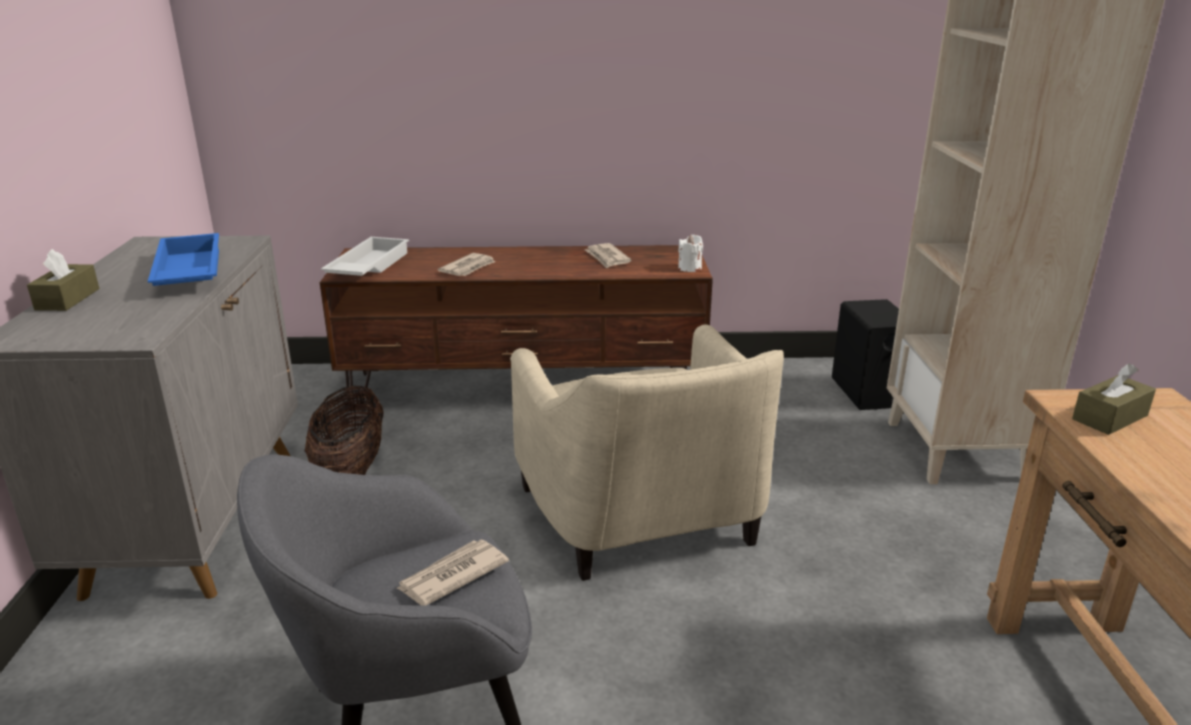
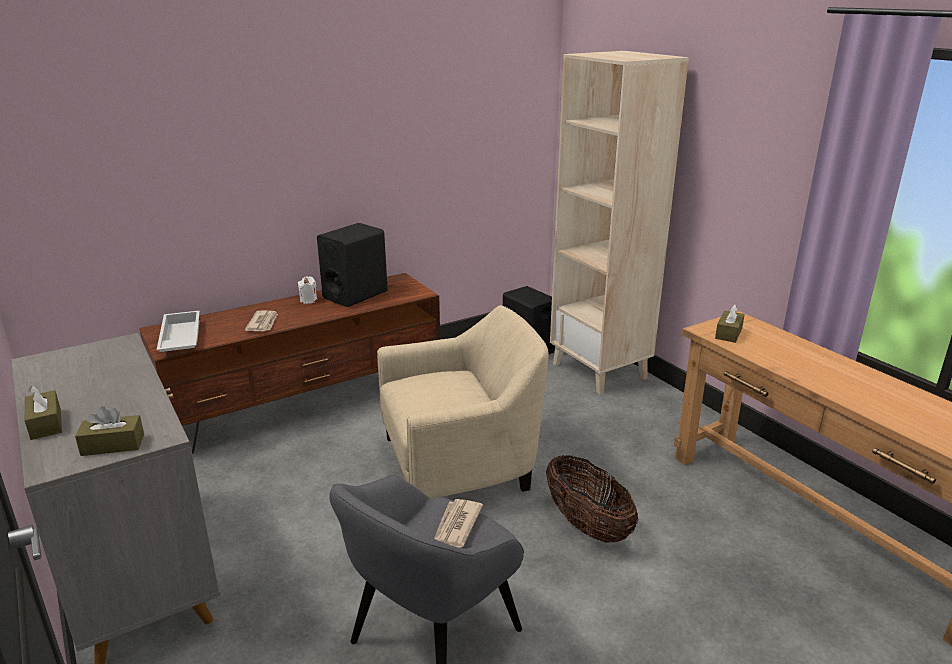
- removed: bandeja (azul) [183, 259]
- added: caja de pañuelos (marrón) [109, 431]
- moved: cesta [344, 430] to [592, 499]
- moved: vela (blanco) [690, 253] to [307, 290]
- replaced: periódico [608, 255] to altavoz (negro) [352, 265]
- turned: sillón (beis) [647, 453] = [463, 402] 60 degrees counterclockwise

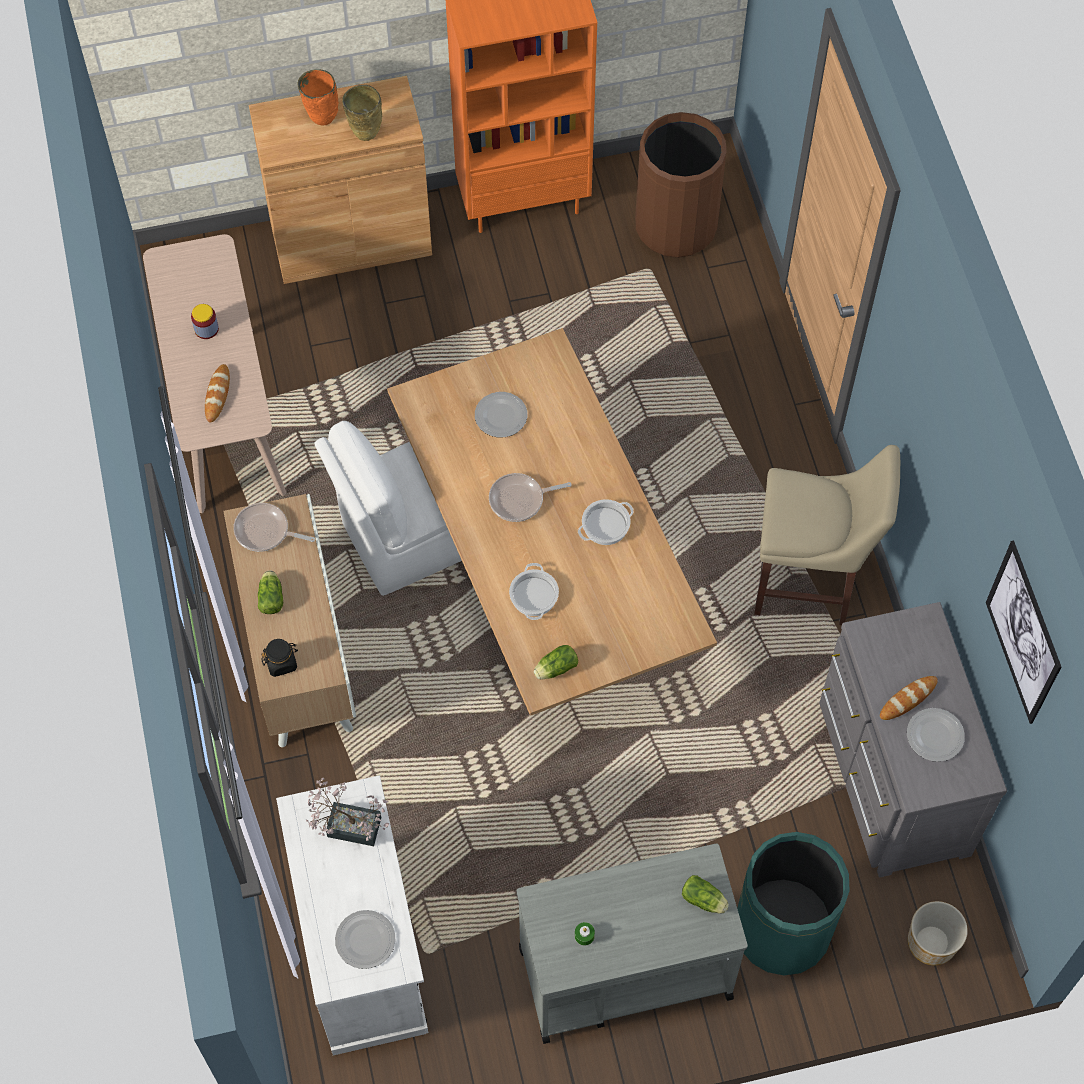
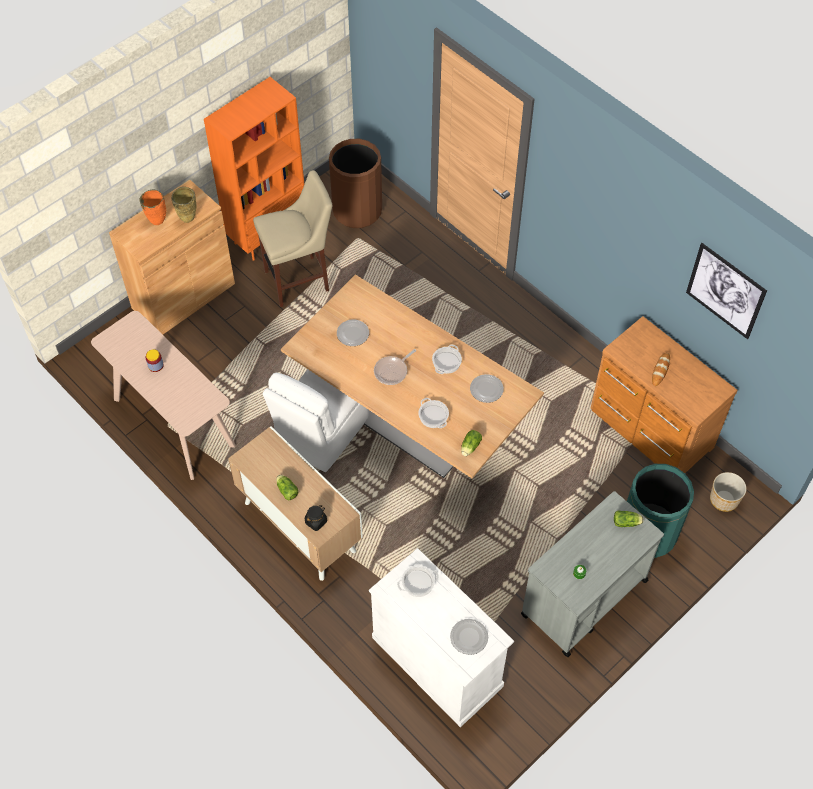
- removed: pan [217, 393]
- removed: sartén [274, 527]
- moved: taburete (beis) [827, 535] to [293, 238]
- moved: plato [936, 735] to [487, 388]
- replaced: planta en maceta [347, 812] to olla [418, 581]
- recoloured: cómoda (gris) [913, 739] to cómoda (marrón) [664, 394]

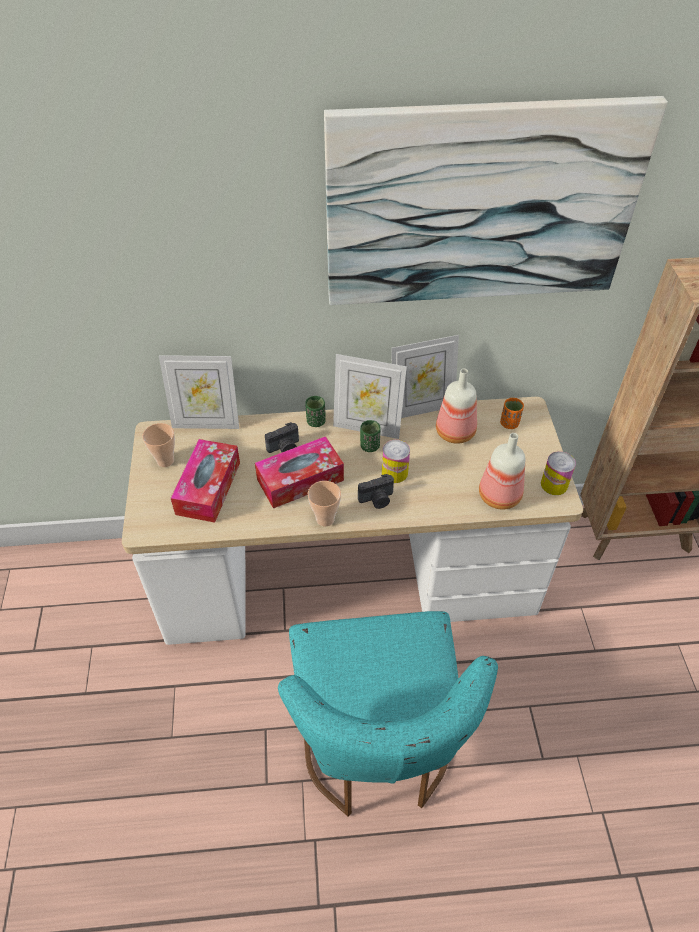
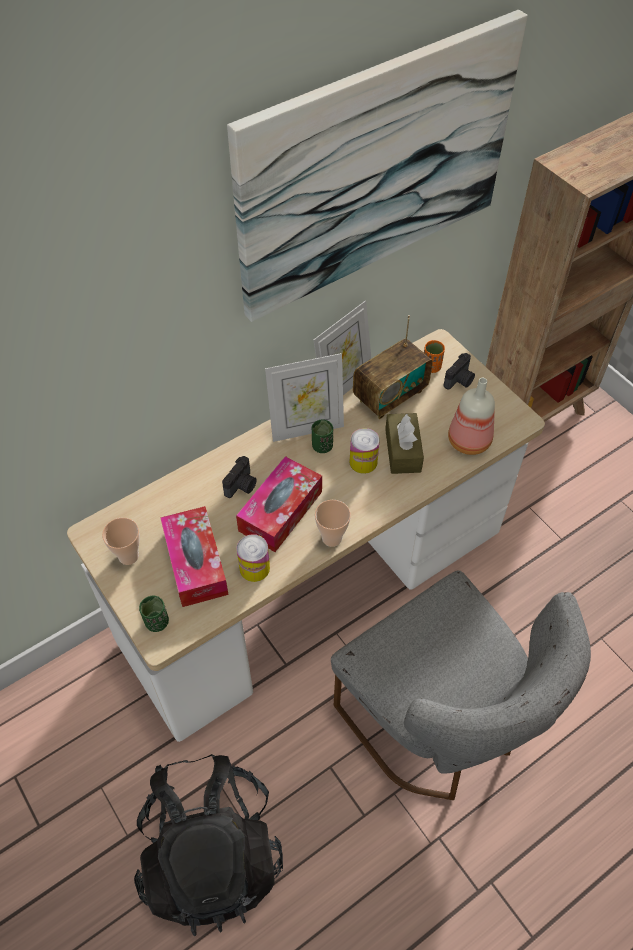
- removed: portarretratos [199, 392]
- added: mochila (negro) [208, 845]
- added: caja de pañuelos (marrón) [404, 443]
- moved: taza (verde) [315, 411] to [154, 614]
- moved: cámara [376, 491] to [459, 371]
- moved: lata [558, 473] to [253, 558]
- replaced: botella [456, 406] to radio [393, 367]
- recoloured: silla (turquesa) [388, 713] to silla (gris) [461, 685]

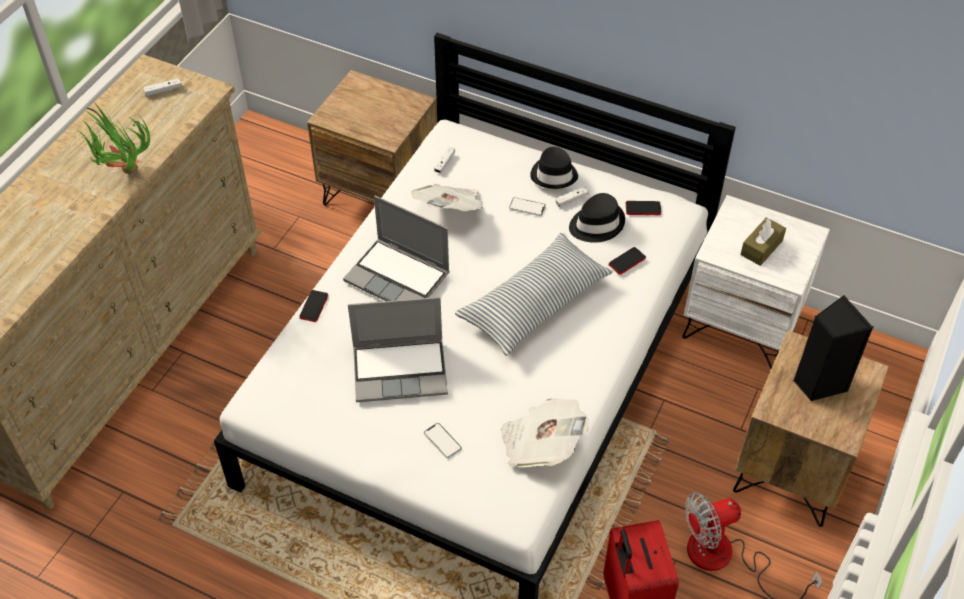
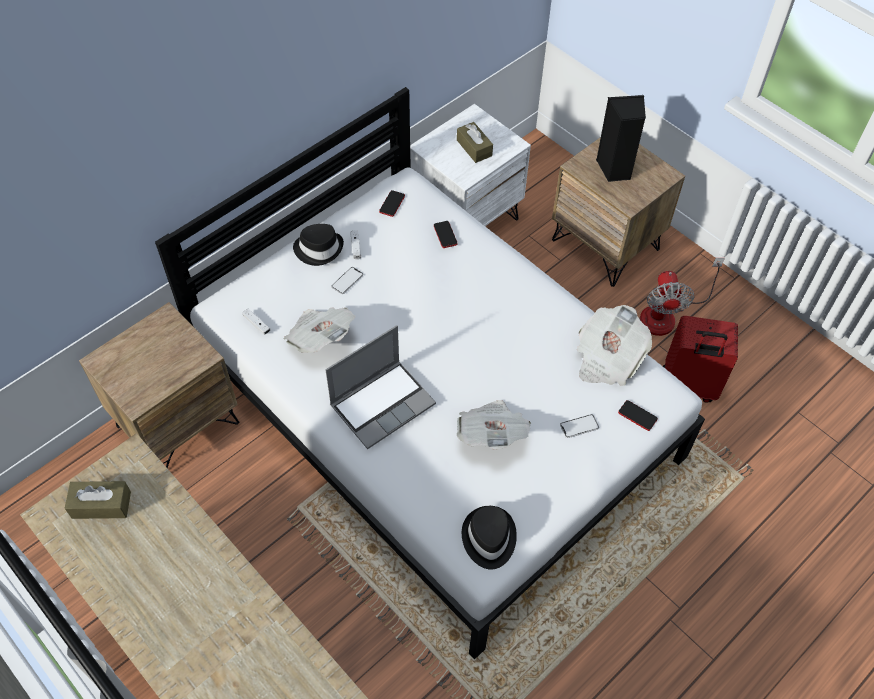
- removed: planta en maceta [113, 138]
- removed: cojín [534, 294]
- moved: móvil [313, 306] to [638, 415]
- moved: sombrero (negro) [597, 218] to [489, 538]
- replaced: mando de consola (blanco) [163, 87] to caja de pañuelos (marrón) [98, 500]
- replaced: portátil [398, 349] to periódico [494, 425]

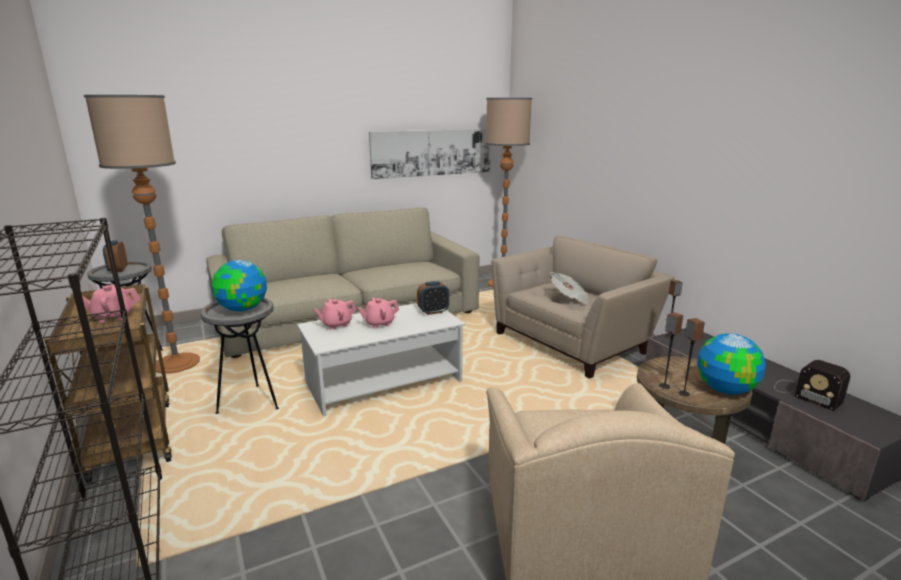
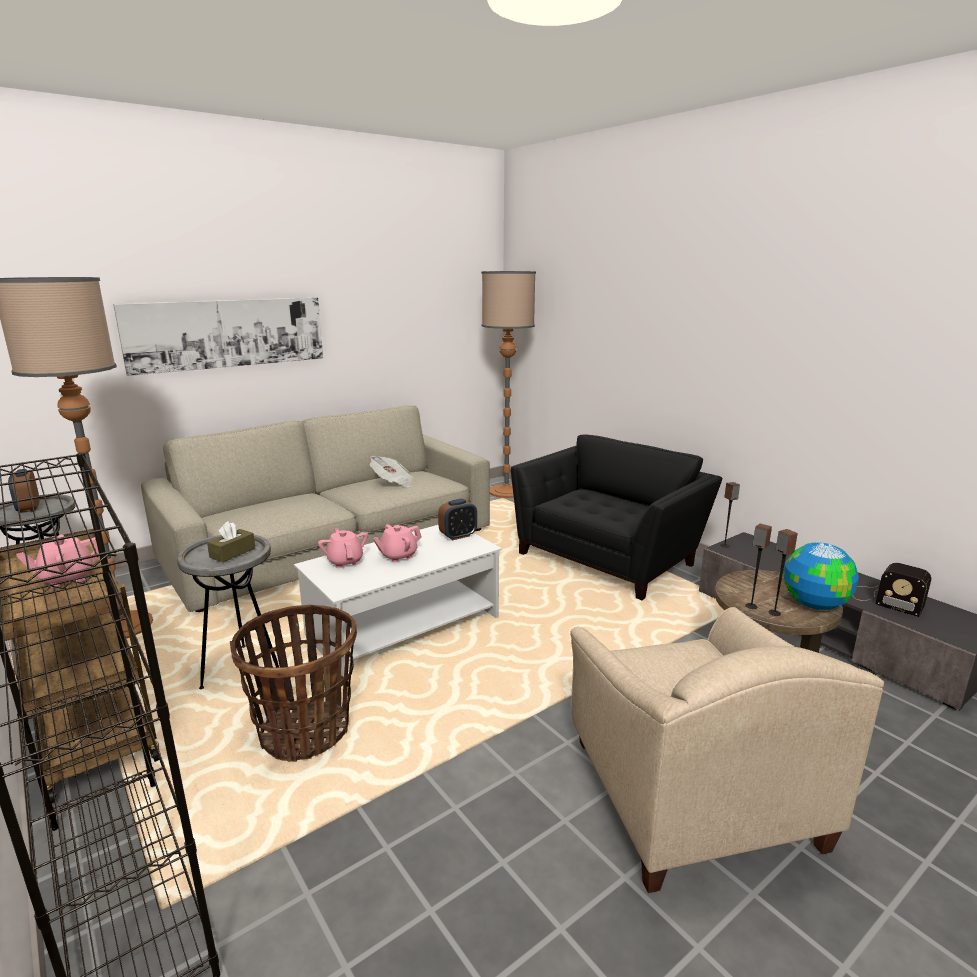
- added: cesta [293, 683]
- moved: cuadro [430, 154] to [218, 336]
- moved: periódico [569, 288] to [392, 471]
- replaced: globo terráqueo [239, 285] to caja de pañuelos (marrón) [231, 541]
- recoloured: sillón (beis) [583, 307] to sillón (negro) [616, 517]
- turned: tetera (rosa) [335, 314] = [343, 548] 105 degrees clockwise

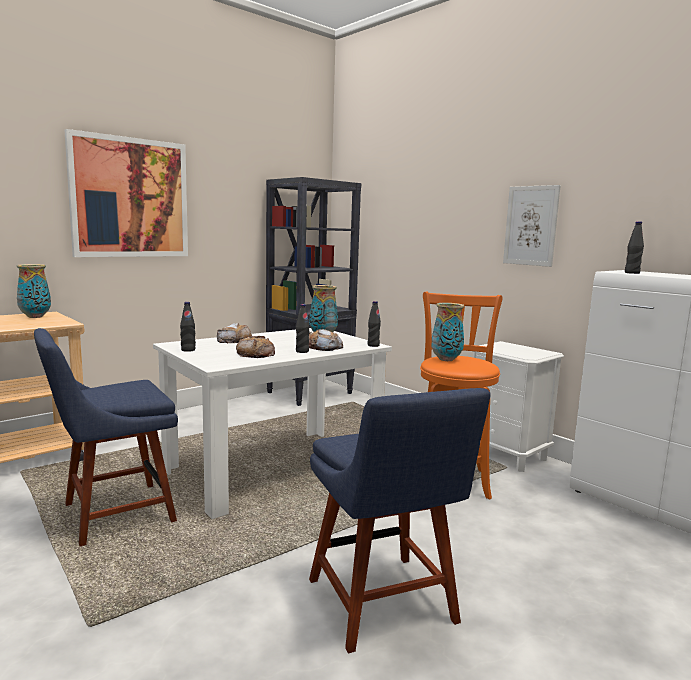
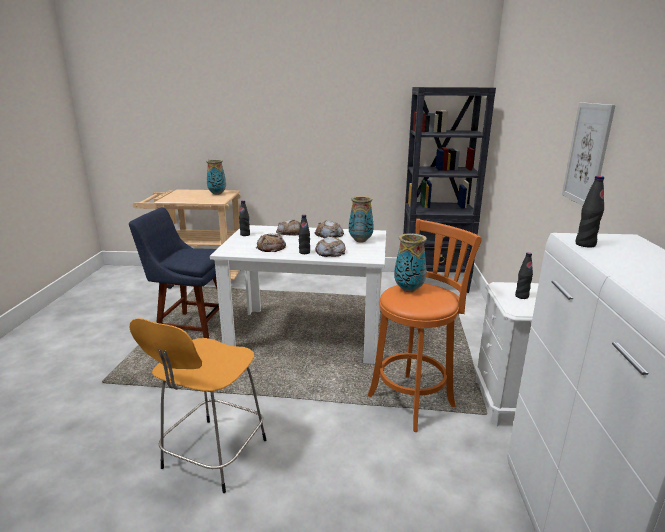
- removed: cuadro [126, 193]
- added: pan [329, 229]
- moved: botella (negro) [374, 324] to [524, 275]
- replaced: silla (azul) [400, 521] to taburete (naranja) [198, 405]

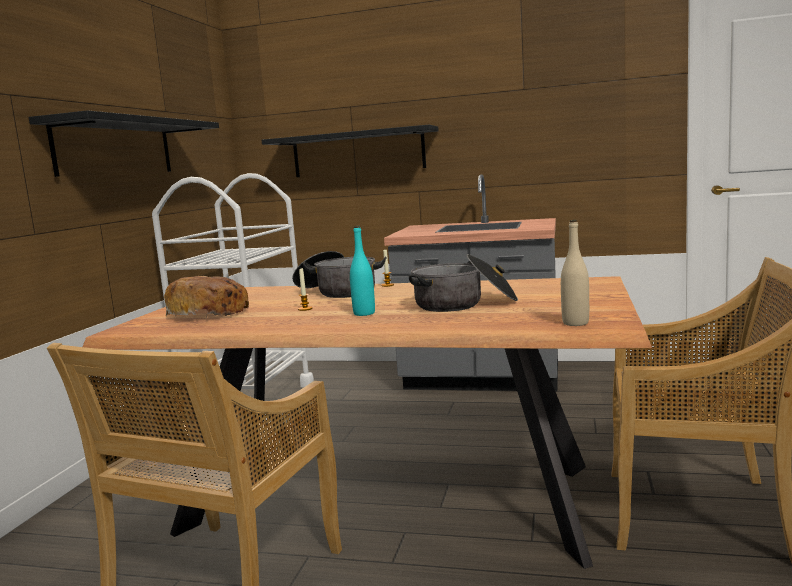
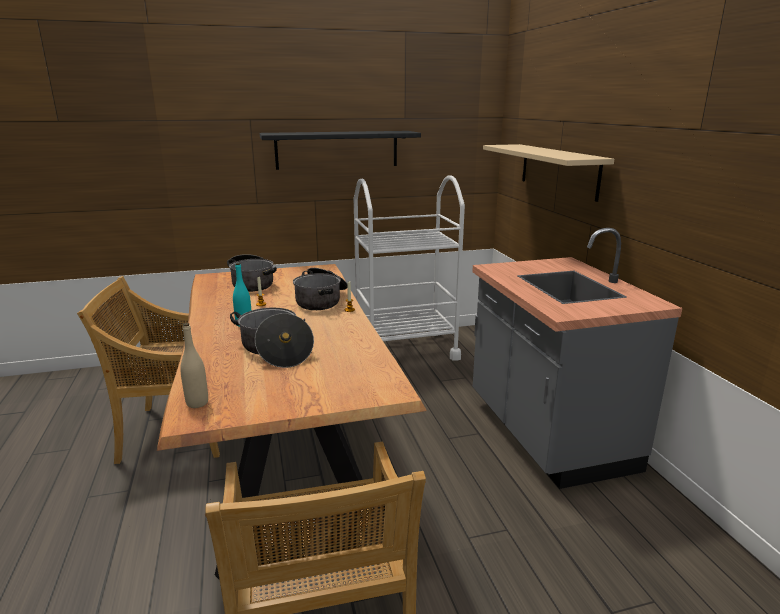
- replaced: pan [206, 297] to olla [252, 273]
- recoloured: estante (negro) [350, 151] to estante (beis) [548, 173]

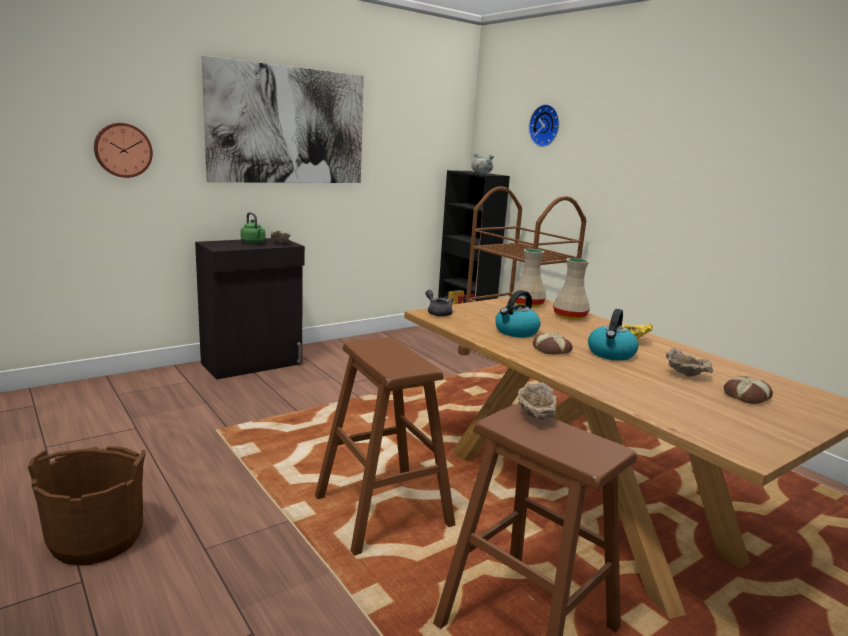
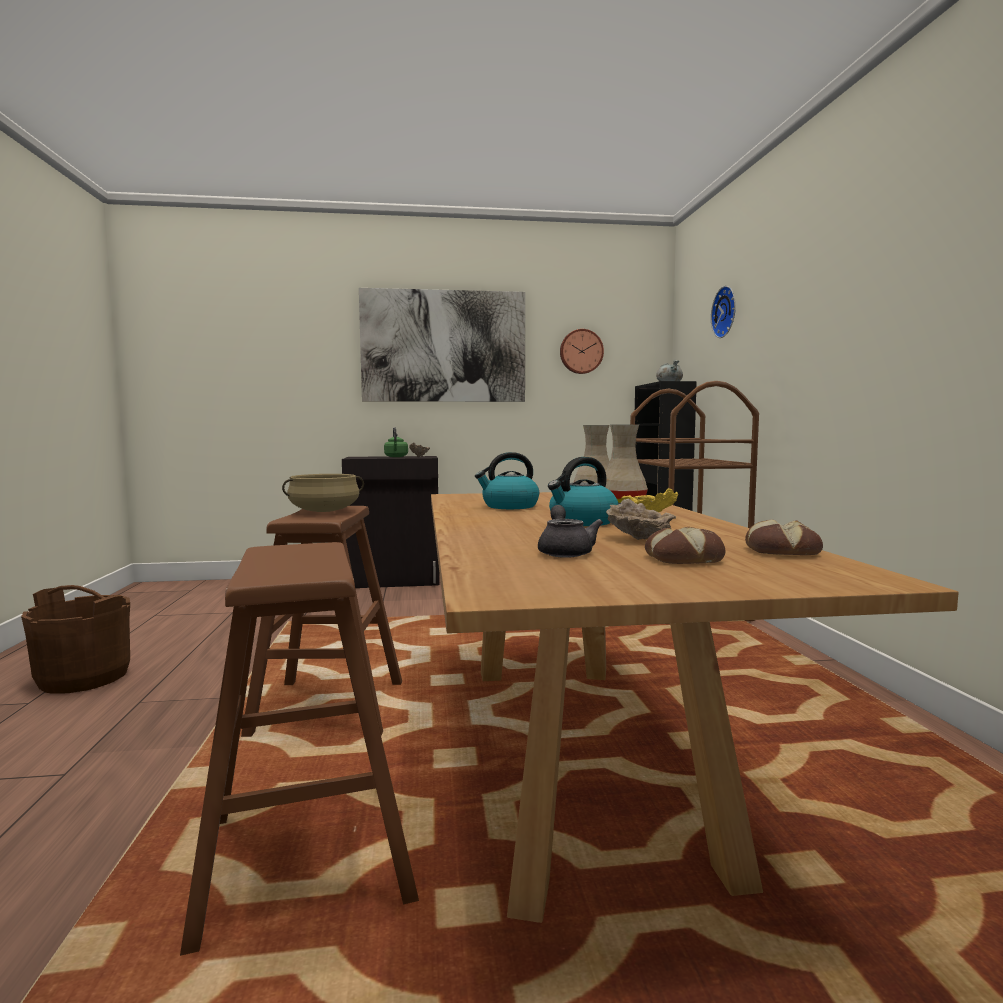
- removed: cuenco (beis) [537, 401]
- added: olla (beis) [323, 493]
- moved: reloj de pared [123, 150] to [582, 351]
- moved: tetera (gris) [440, 303] to [570, 531]
- moved: pan [553, 344] to [784, 537]

